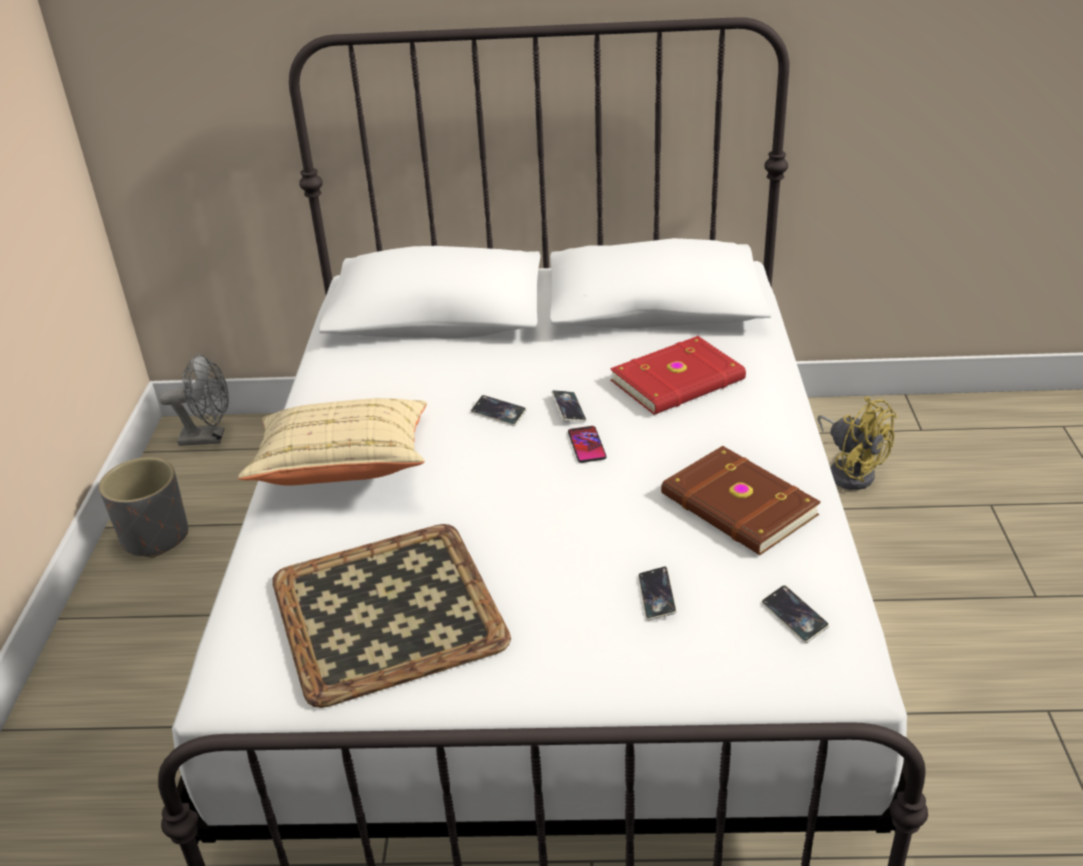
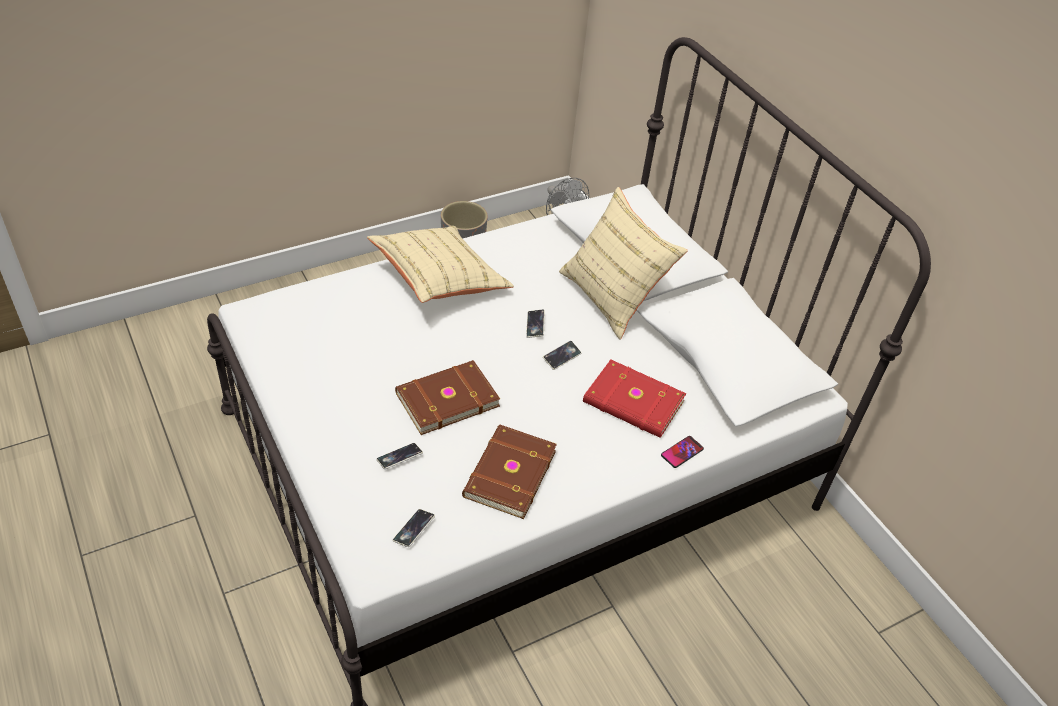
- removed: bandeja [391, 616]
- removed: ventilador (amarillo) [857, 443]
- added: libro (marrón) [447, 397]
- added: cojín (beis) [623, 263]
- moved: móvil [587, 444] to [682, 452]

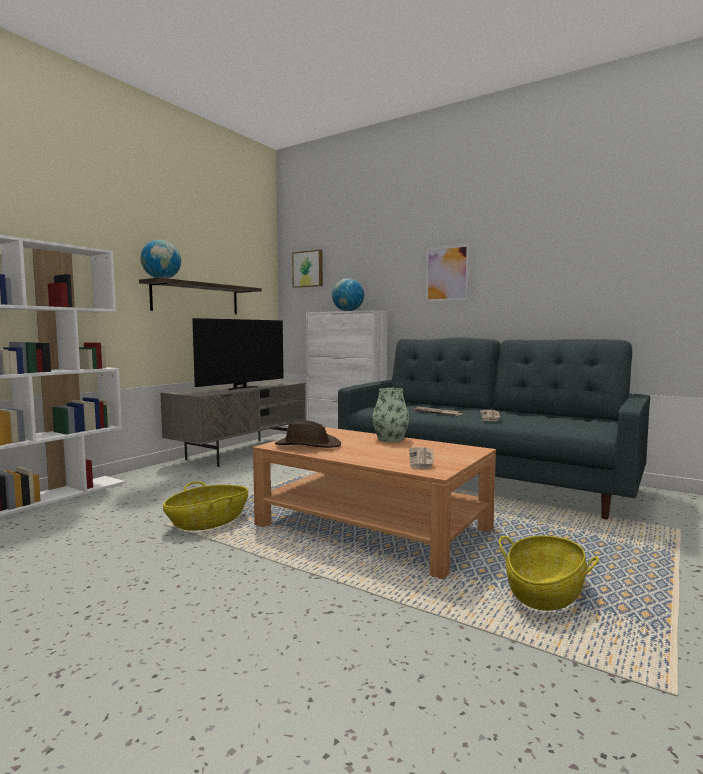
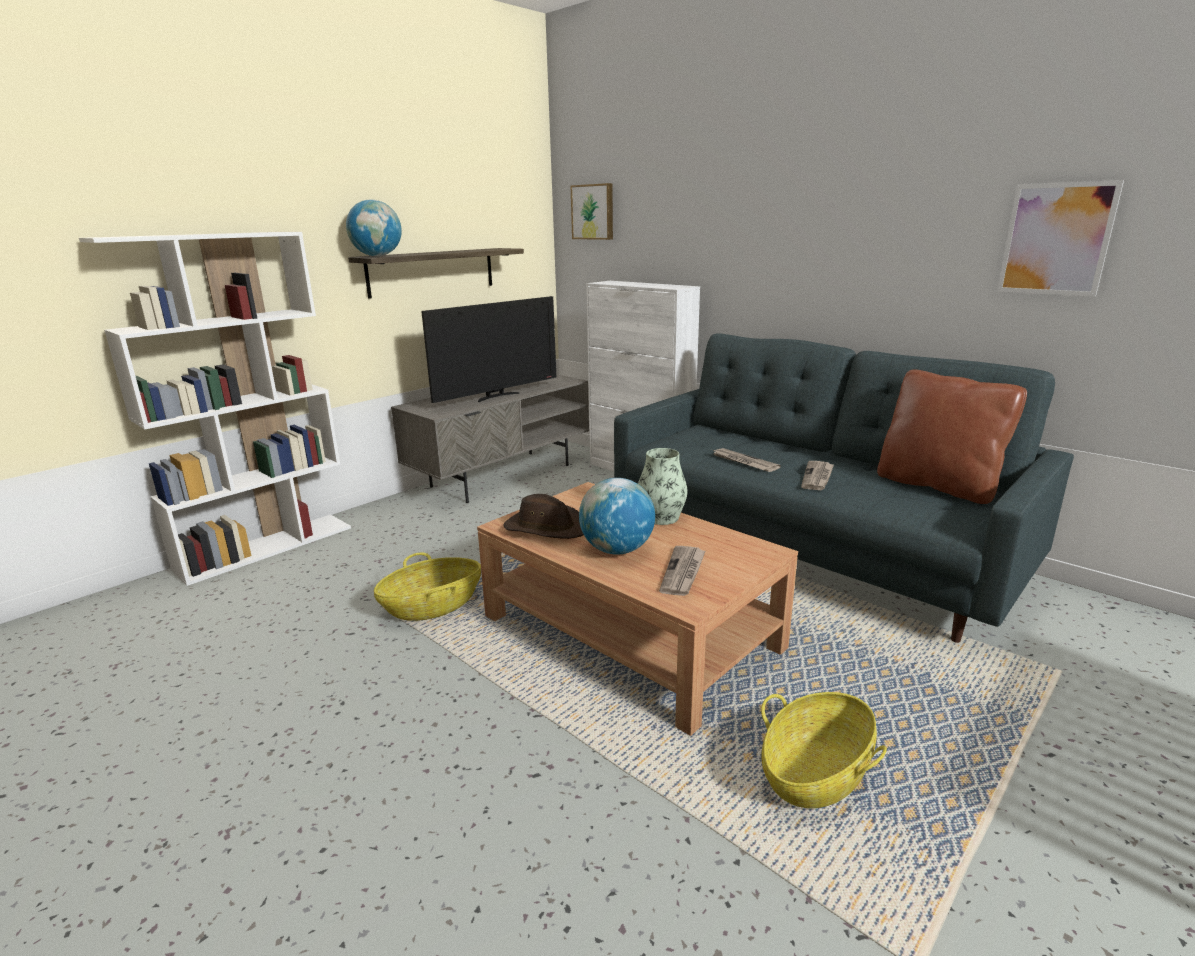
- added: cojín (marrón) [952, 436]
- moved: globo terráqueo [348, 294] to [617, 516]
- moved: cuadro [448, 273] to [1060, 238]

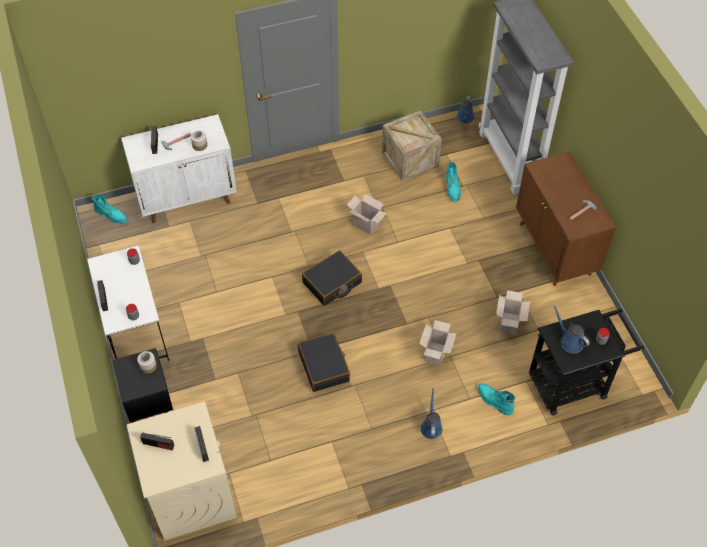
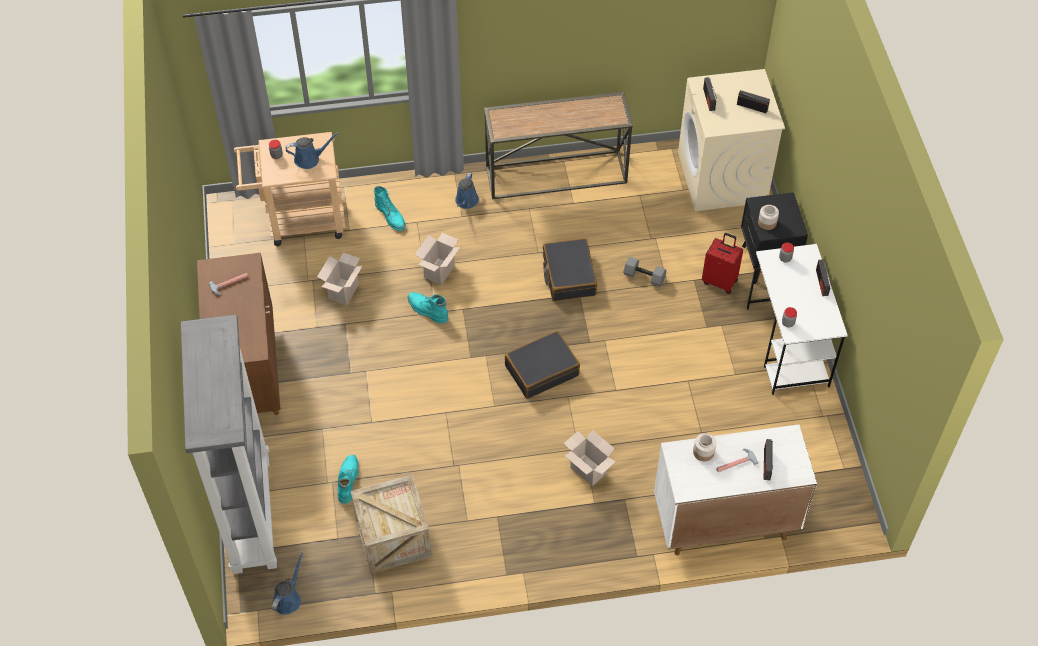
- added: mesa consola [558, 145]
- added: mancuerna (gris) [644, 272]
- added: maleta (rojo) [722, 263]
- moved: bota (turquesa) [110, 209] to [427, 308]
- moved: caja de cartón [366, 214] to [590, 458]
- recoloured: carrito (negro) [586, 362] to carrito (beis) [290, 189]
- turned: regadera (azul) [571, 330] = [312, 150] 75 degrees counterclockwise

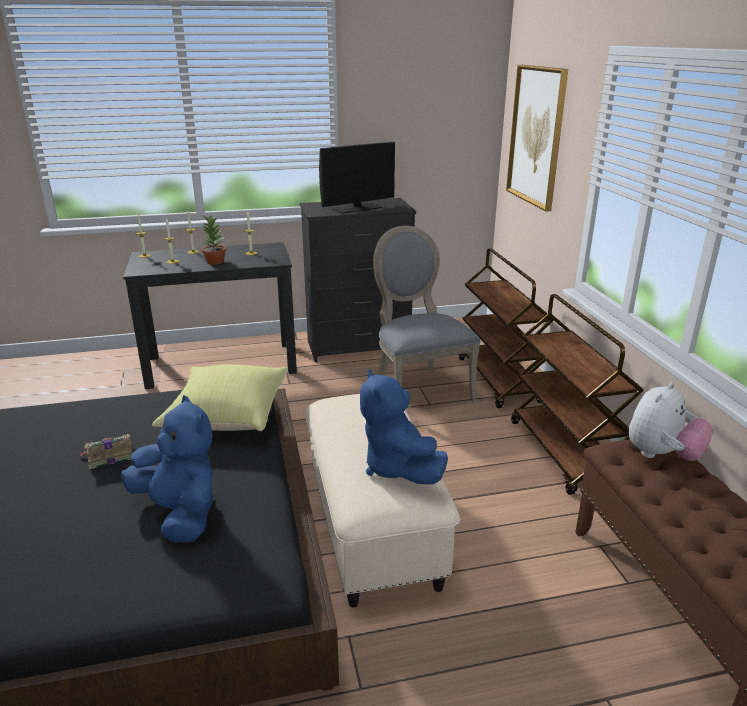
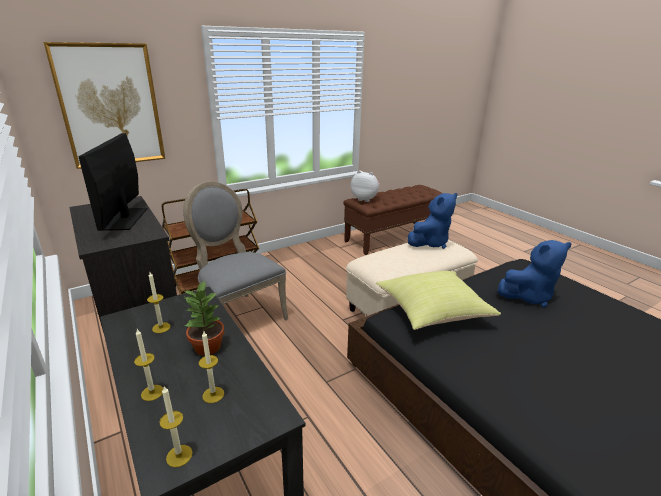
- removed: libro [106, 451]
- removed: carrito (marrón) [577, 394]
- turned: peluche (azul) [167, 469] = [534, 273] 135 degrees counterclockwise
- turned: monitor [357, 178] = [113, 182] 135 degrees counterclockwise
- turned: silla (gris) [426, 314] = [235, 251] 90 degrees clockwise

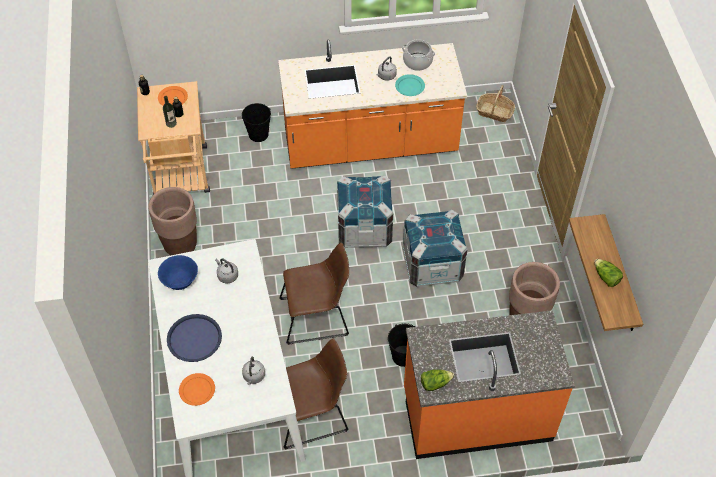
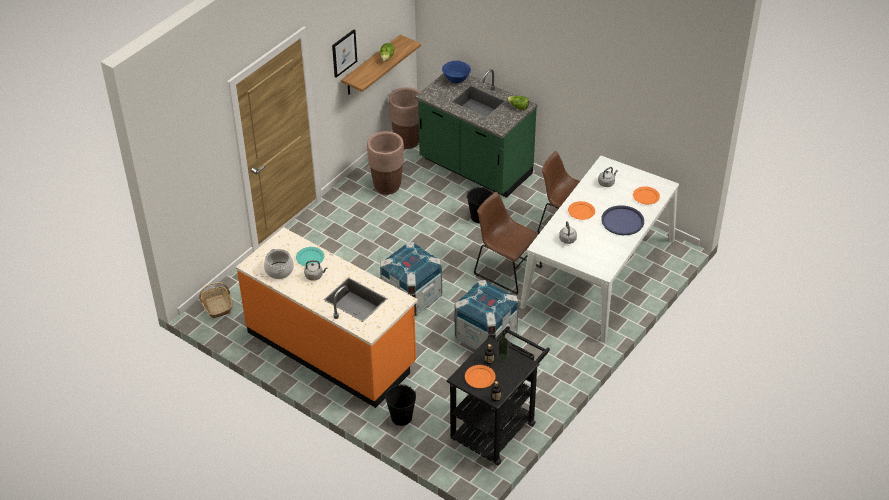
- added: cuadro [344, 53]
- added: plato (naranja) [581, 210]
- moved: maceta (marrón) [172, 221] to [404, 118]
- moved: cuenco (azul) [178, 272] to [456, 71]
- moved: caja de embalaje [435, 248] to [486, 315]
- recoloured: carrito (beis) [173, 138] to carrito (negro) [498, 396]
- recoloured: mueble bajo de cocina (naranja) [489, 384] to mueble bajo de cocina (verde) [476, 133]

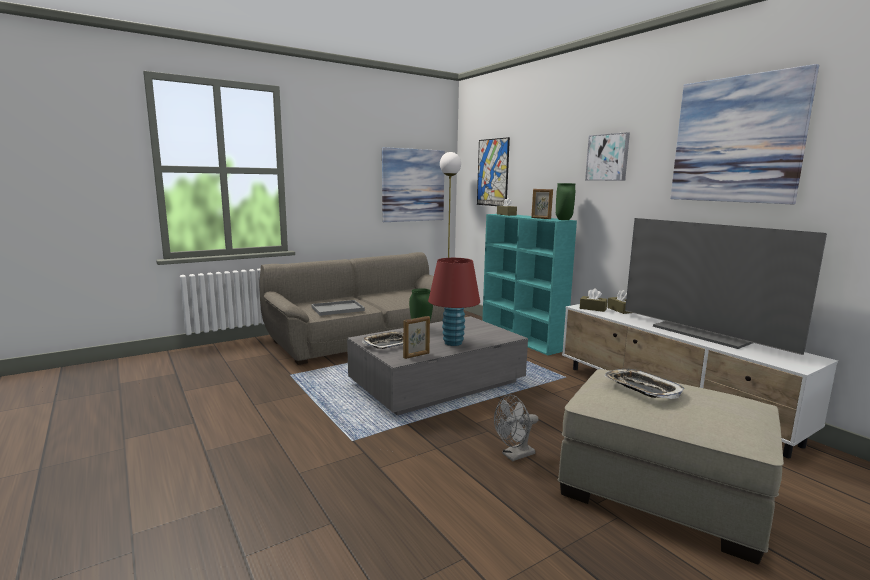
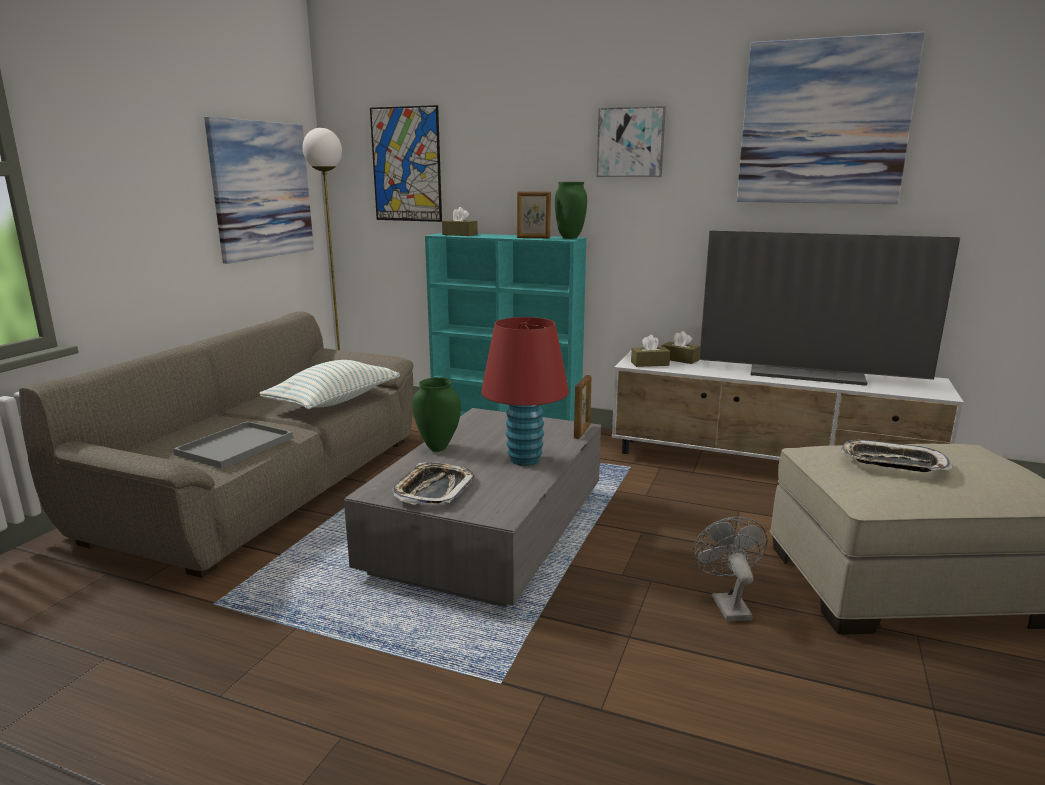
- added: cojín [329, 384]
- moved: portarretratos [416, 337] to [582, 407]
- turned: ventilador (gris) [516, 428] = [730, 569] 150 degrees clockwise

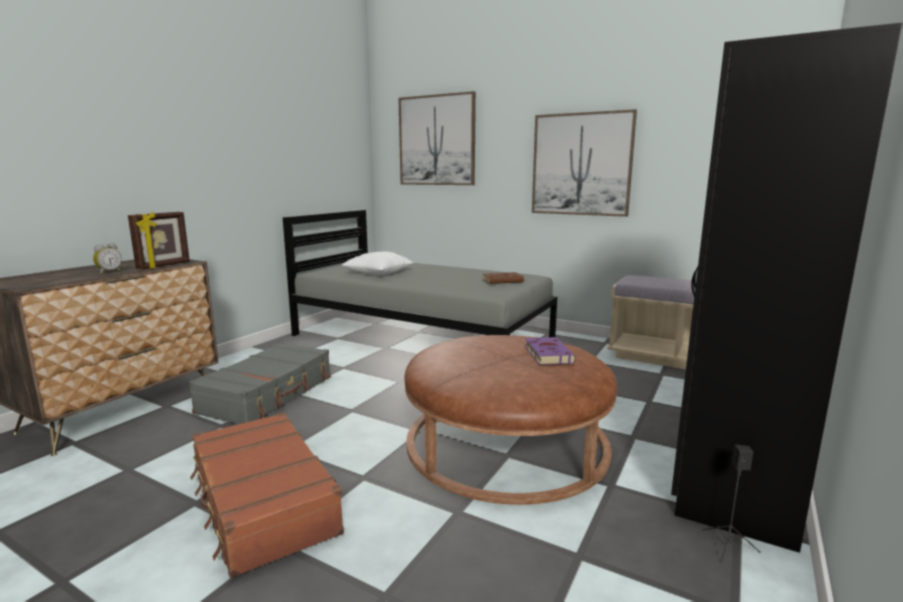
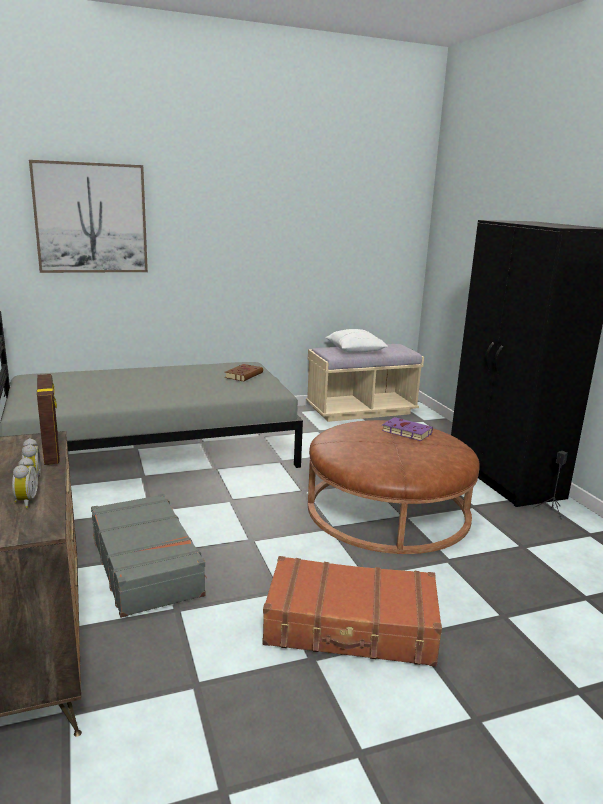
- removed: cuadro [584, 163]
- added: despertador [25, 483]
- moved: cojín (blanco) [378, 263] to [356, 341]

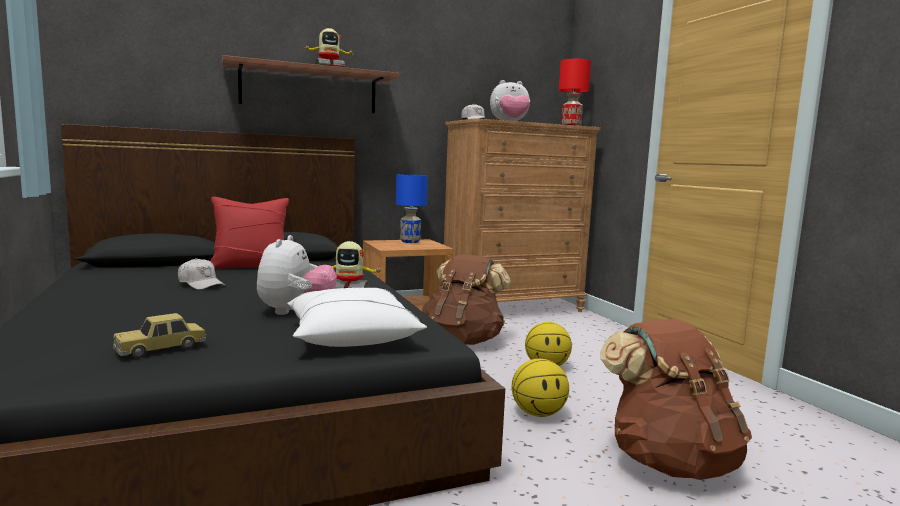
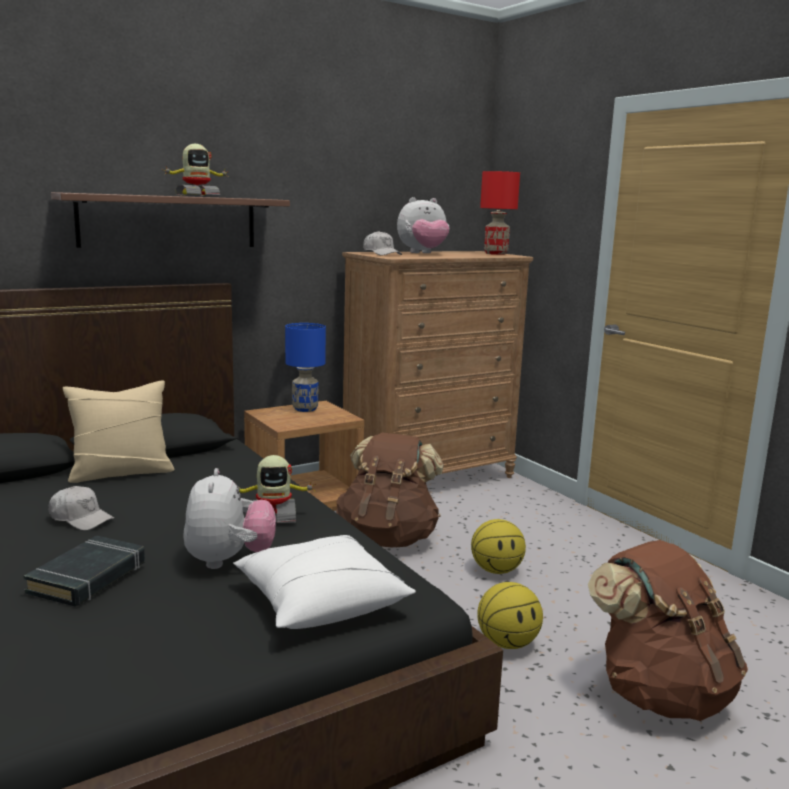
- removed: coche de juguete [160, 335]
- added: libro (negro) [84, 571]
- recoloured: cojín (rojo) [249, 233] to cojín (beis) [119, 431]

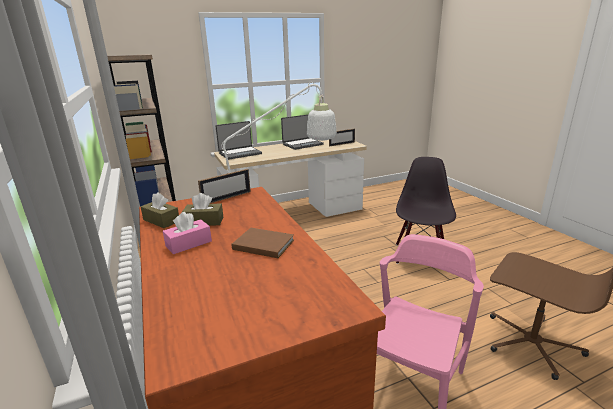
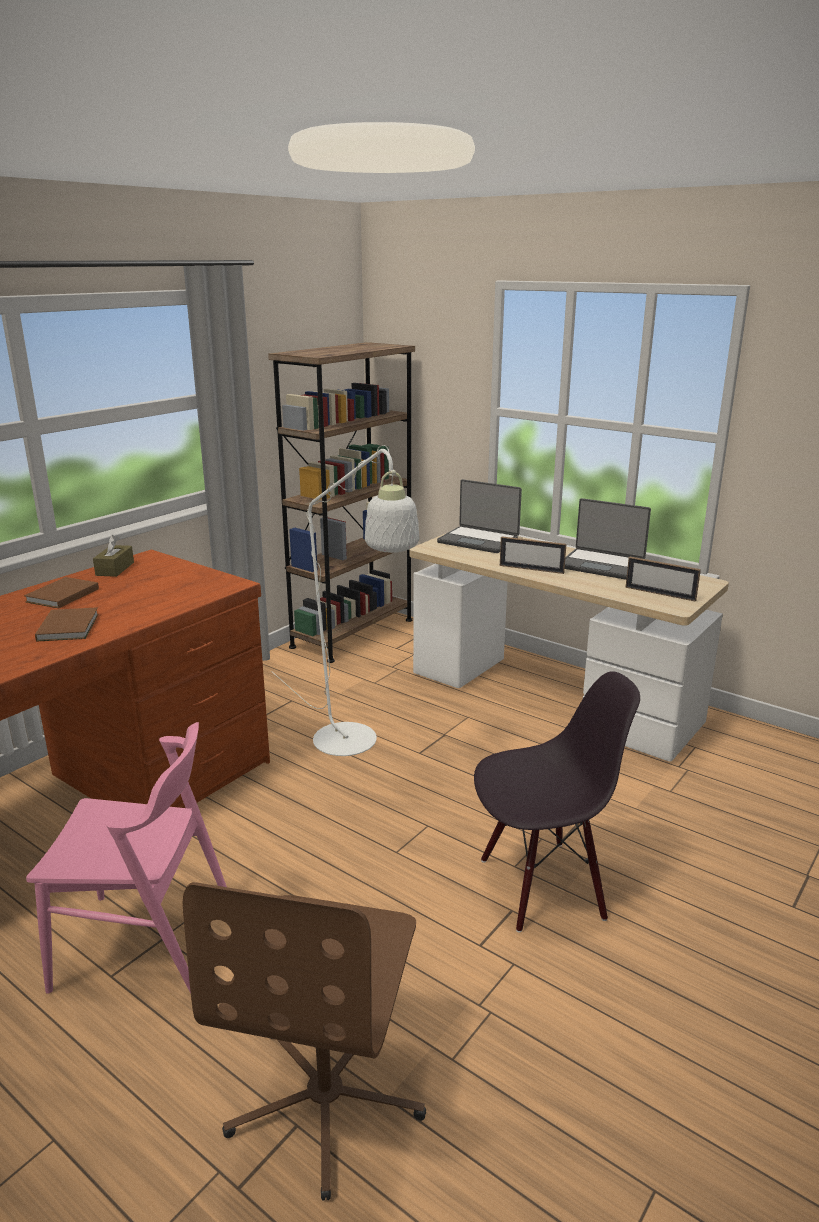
- removed: caja de pañuelos (marrón) [202, 209]
- moved: portarretratos [224, 186] to [533, 555]
- replaced: caja de pañuelos (rosa) [187, 233] to libro (marrón) [61, 592]

